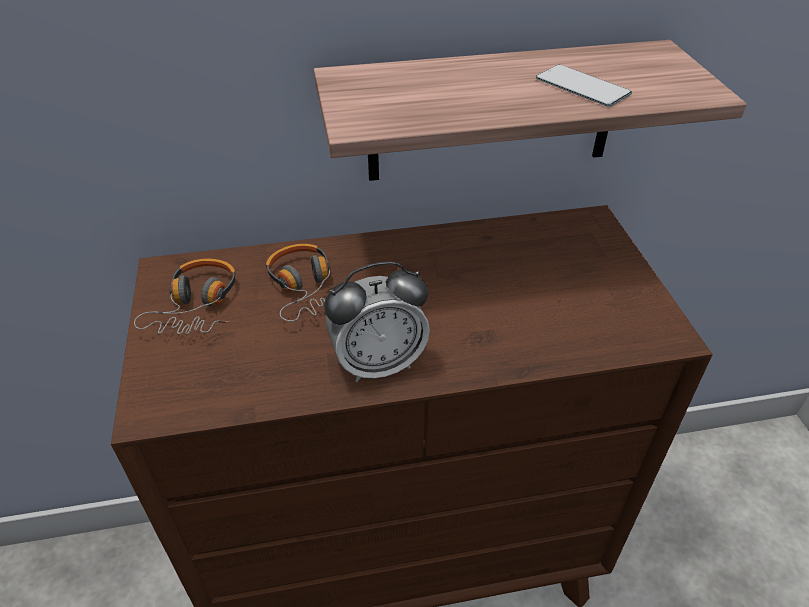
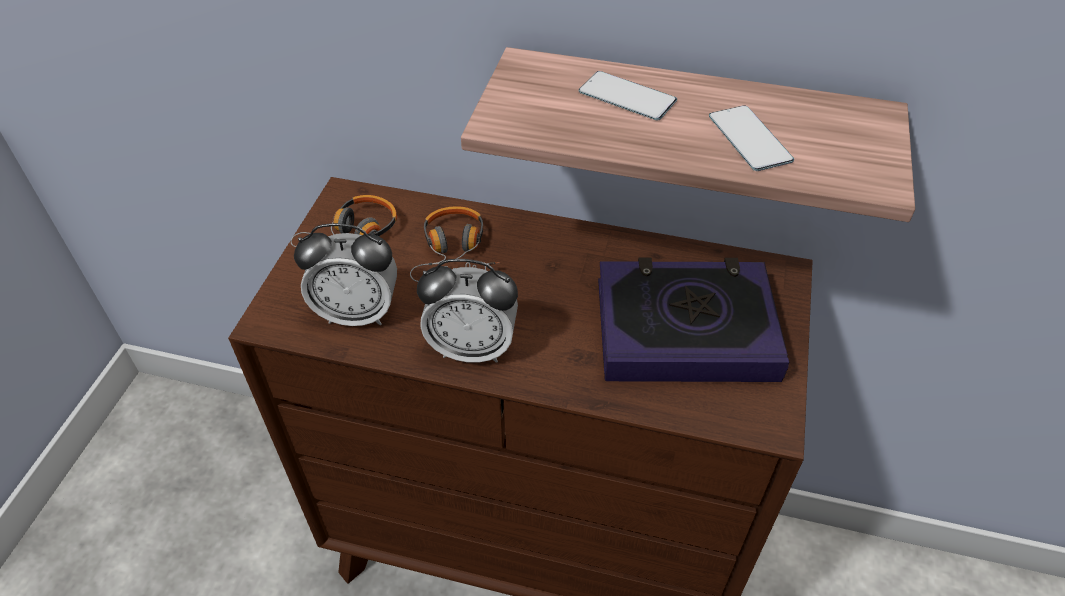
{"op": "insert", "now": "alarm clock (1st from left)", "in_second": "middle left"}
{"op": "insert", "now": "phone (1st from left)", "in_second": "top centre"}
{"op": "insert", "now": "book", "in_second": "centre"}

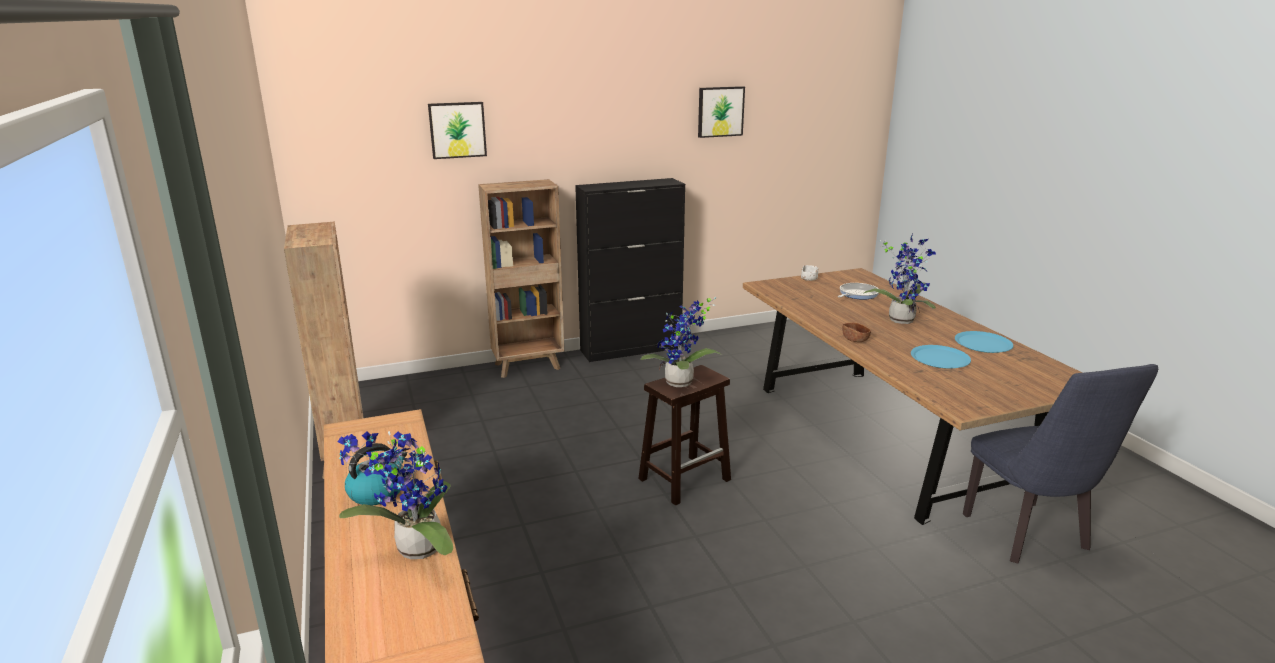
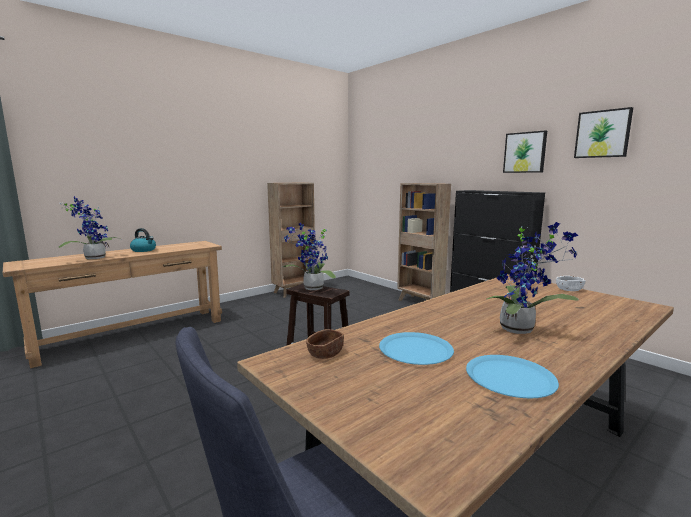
{"op": "move", "was": "wall art (1st from left)", "in_first": "top centre", "in_second": "top right"}
{"op": "delete", "was": "skillet", "in_first": "middle right"}
{"op": "move", "was": "deep dish (brown)", "in_first": "middle right", "in_second": "centre"}

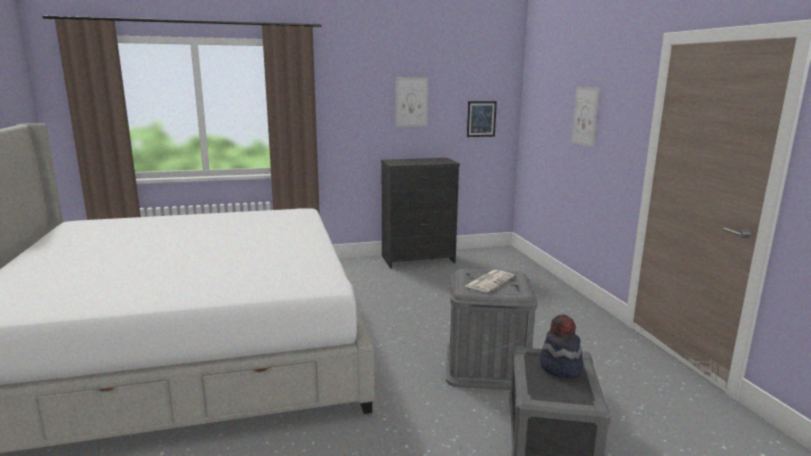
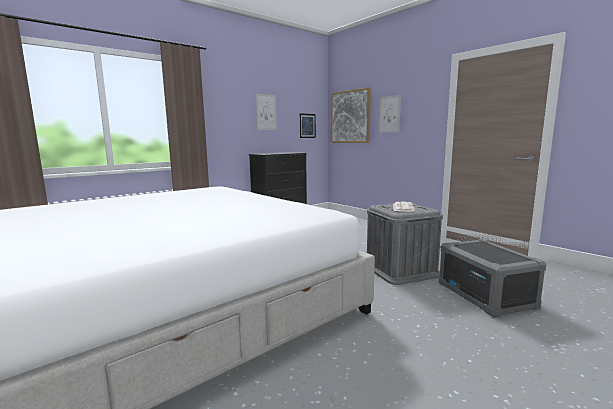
{"op": "delete", "was": "clothing hat", "in_first": "bottom right"}
{"op": "insert", "now": "wall art (3rd from left)", "in_second": "top centre"}

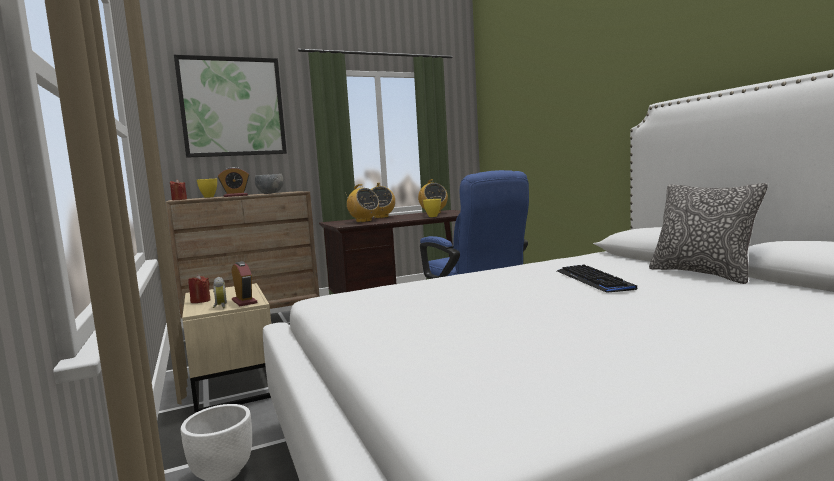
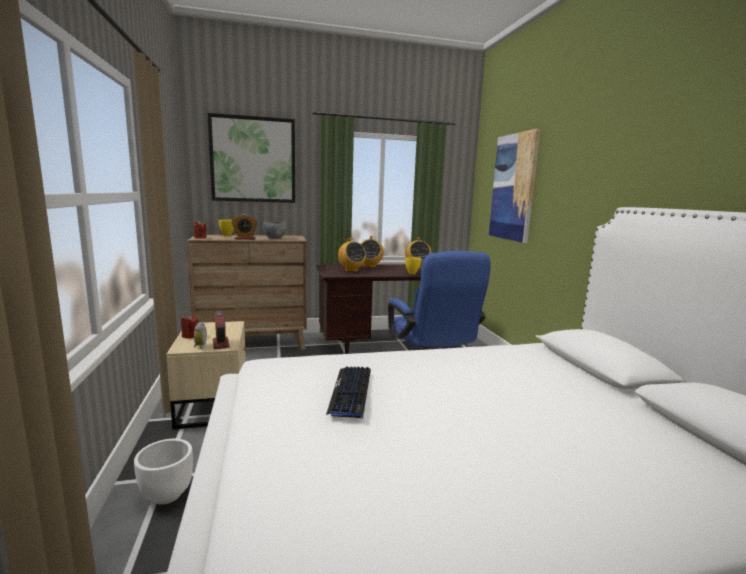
{"op": "move", "was": "PC keyboard", "in_first": "middle right", "in_second": "bottom centre"}
{"op": "delete", "was": "pillow", "in_first": "middle right"}
{"op": "insert", "now": "wall art (2nd from left)", "in_second": "top right"}

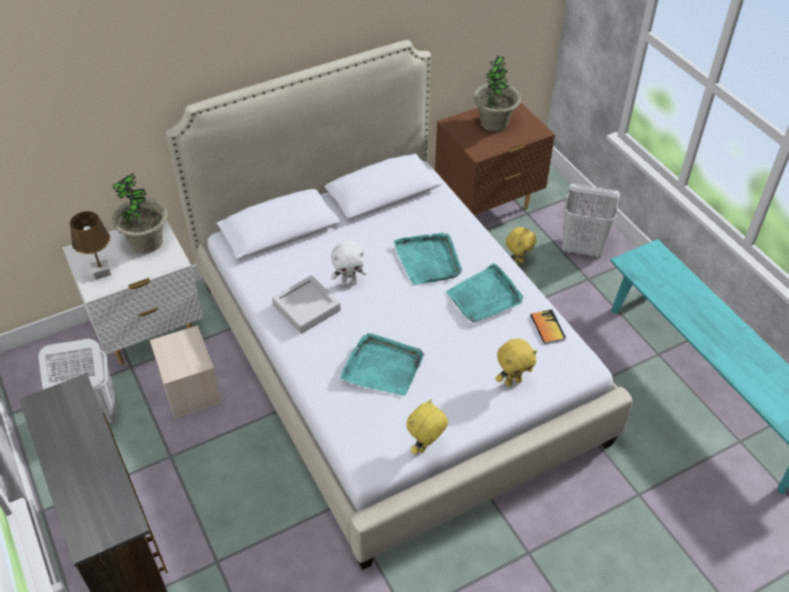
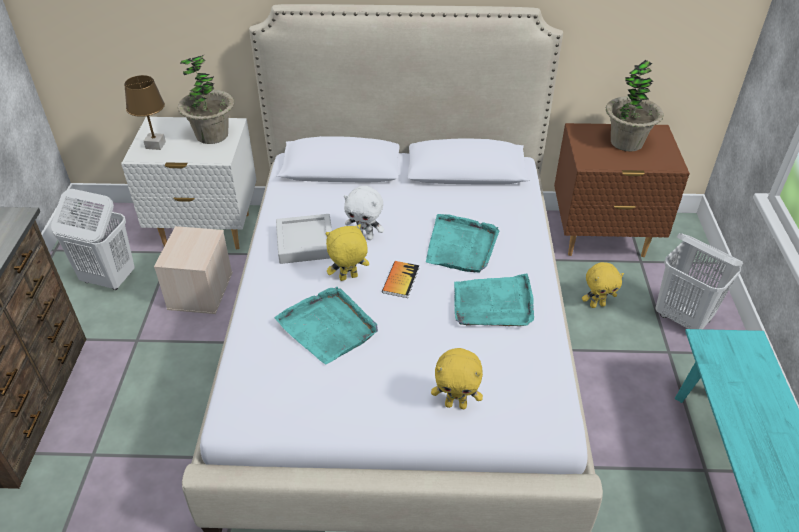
{"op": "move", "was": "plush toy (yellow) (1st from left)", "in_first": "bottom centre", "in_second": "centre"}
{"op": "move", "was": "book", "in_first": "middle right", "in_second": "centre"}

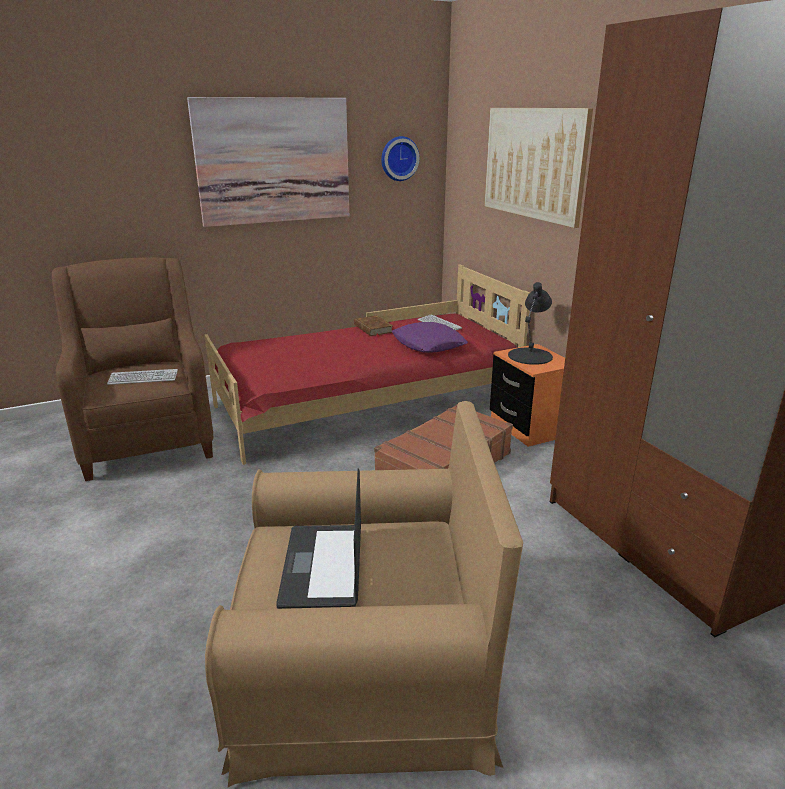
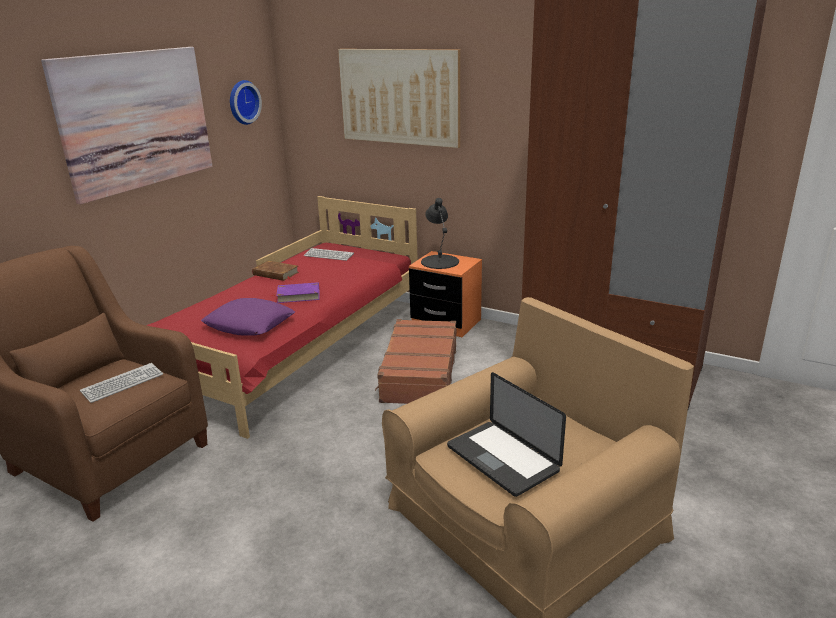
{"op": "move", "was": "pillow (purple)", "in_first": "centre", "in_second": "middle left"}
{"op": "insert", "now": "book (purple)", "in_second": "centre"}

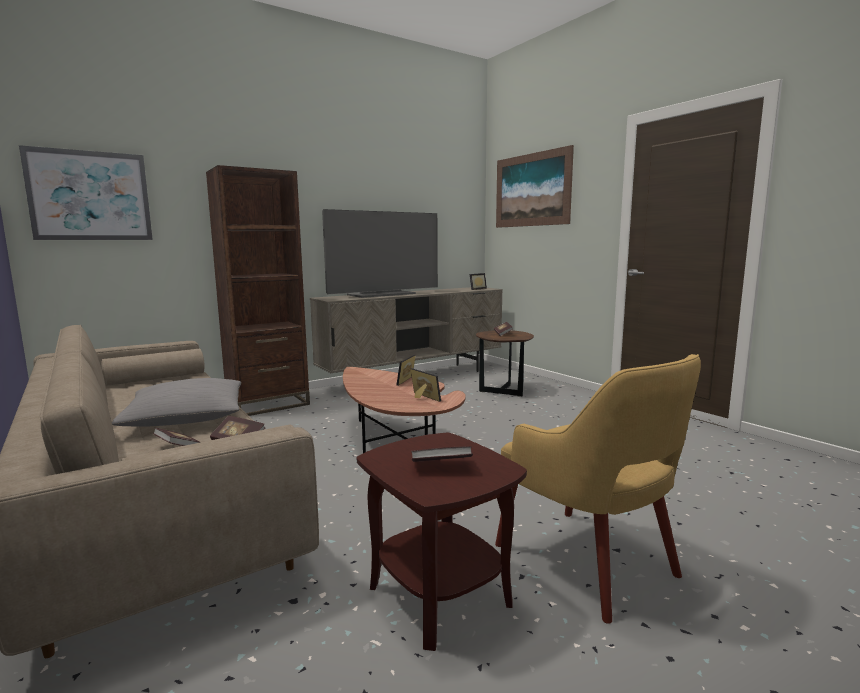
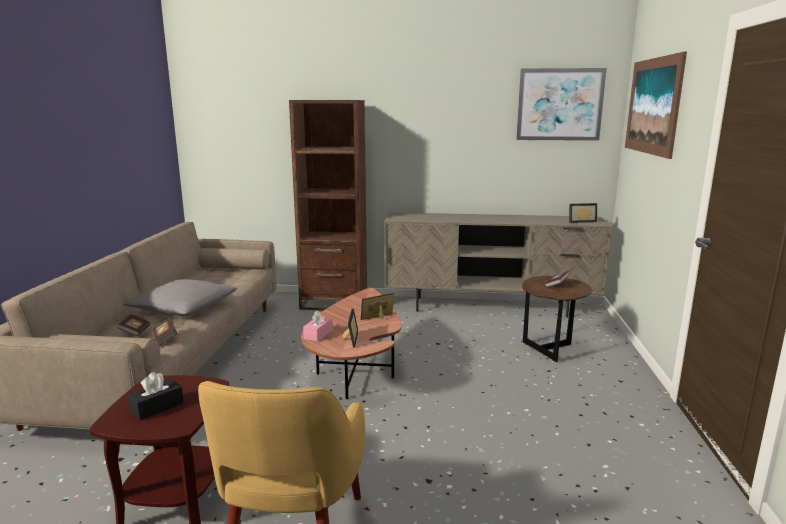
{"op": "move", "was": "wall art (1st from left)", "in_first": "top left", "in_second": "top right"}
{"op": "delete", "was": "TV set", "in_first": "centre"}
{"op": "replace", "was": "book (3rd from left)", "now": "box of tissues (black)", "in_first": "centre", "in_second": "bottom left"}
{"op": "insert", "now": "box of tissues (pinkish)", "in_second": "centre"}

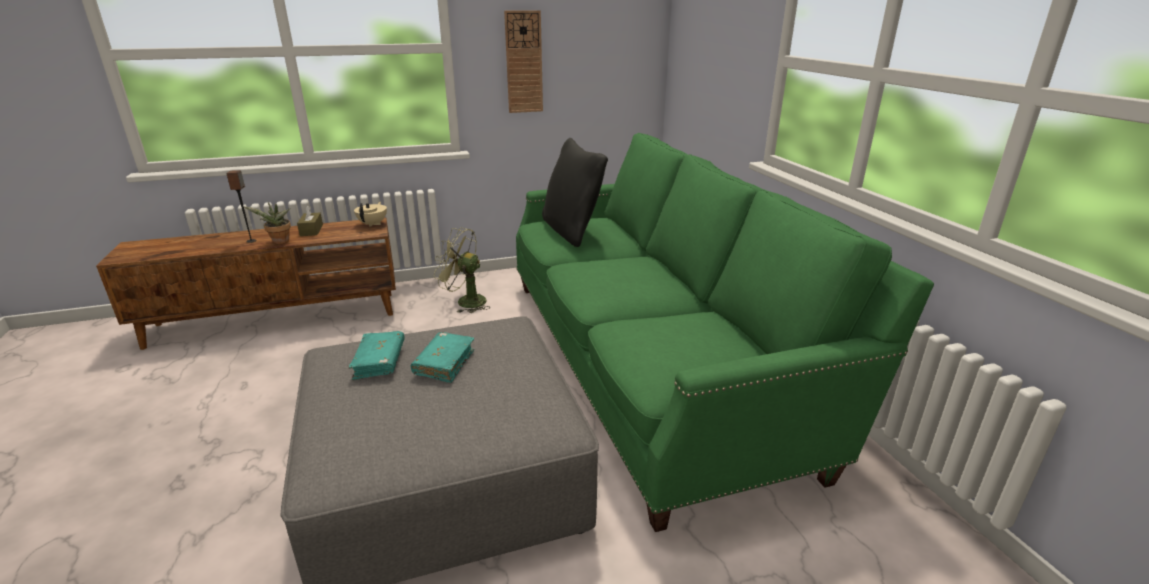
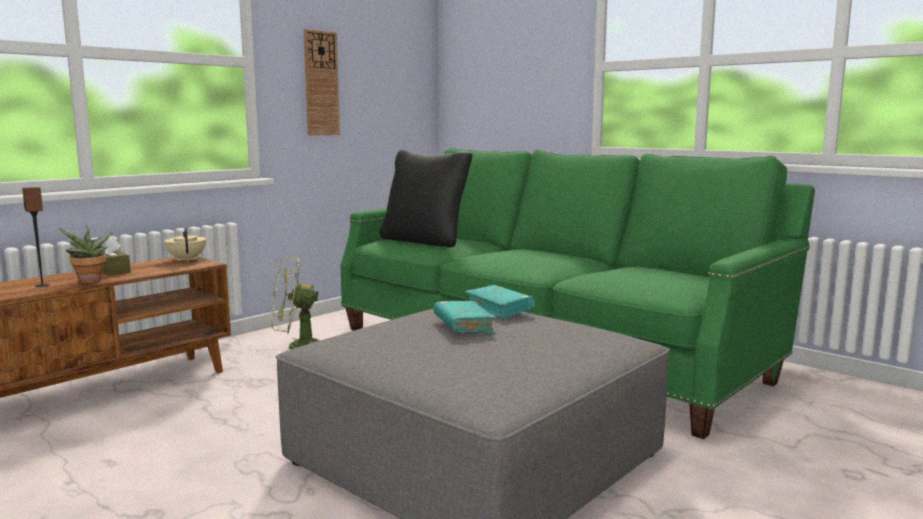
{"op": "move", "was": "book (turquoise-coloured) (1st from left in the first image)", "now": "book (turquoise-coloured) (2nd from left)", "in_first": "middle left", "in_second": "centre"}

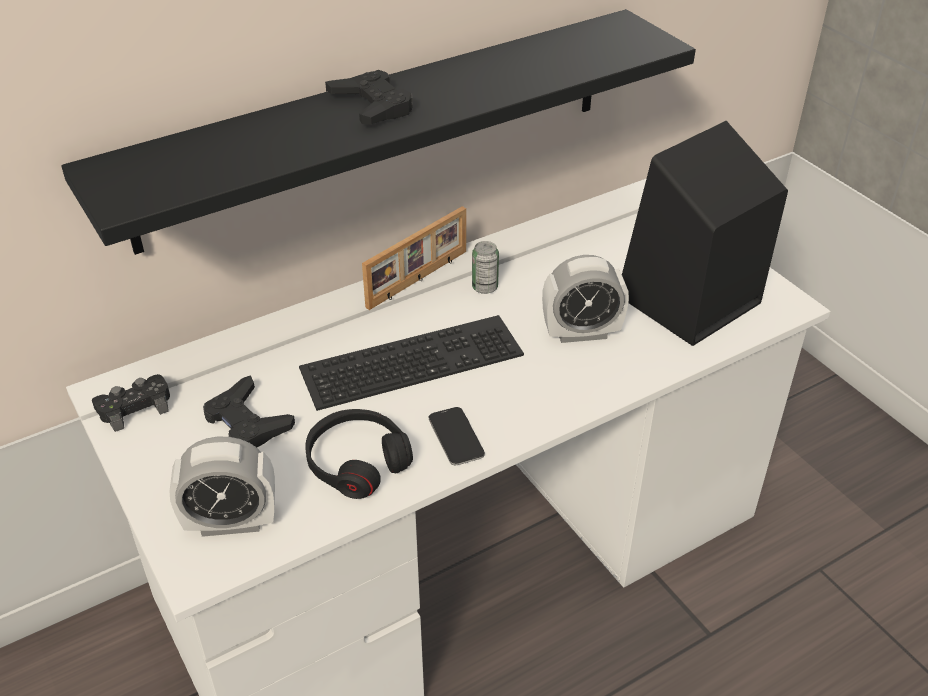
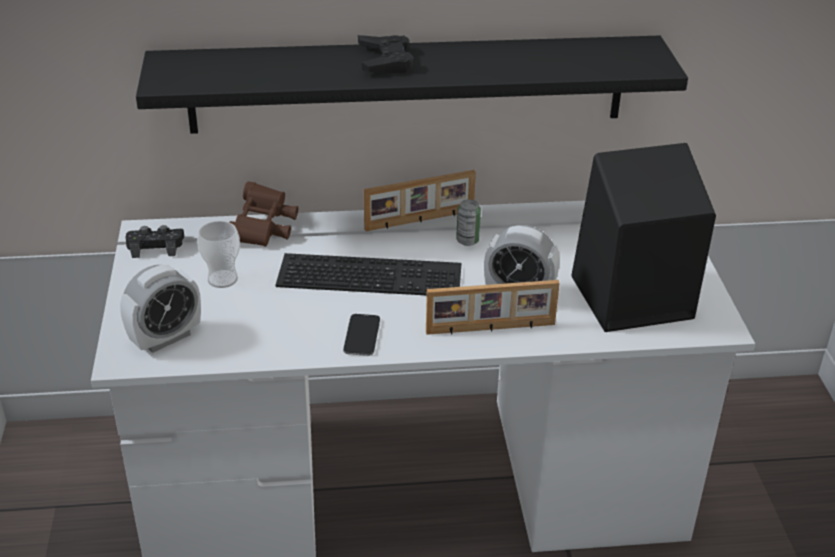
{"op": "rotate", "was": "alarm clock (1st from left)", "in_first": "bottom left", "in_second": "middle left", "clockwise": -60}
{"op": "replace", "was": "gamepad (black) (2nd from left)", "now": "cup", "in_first": "middle left", "in_second": "middle left"}
{"op": "delete", "was": "pair of headphones (black)", "in_first": "centre"}
{"op": "insert", "now": "pair of binoculars (brown)", "in_second": "middle left"}
{"op": "insert", "now": "standing frame (2nd from left)", "in_second": "centre"}

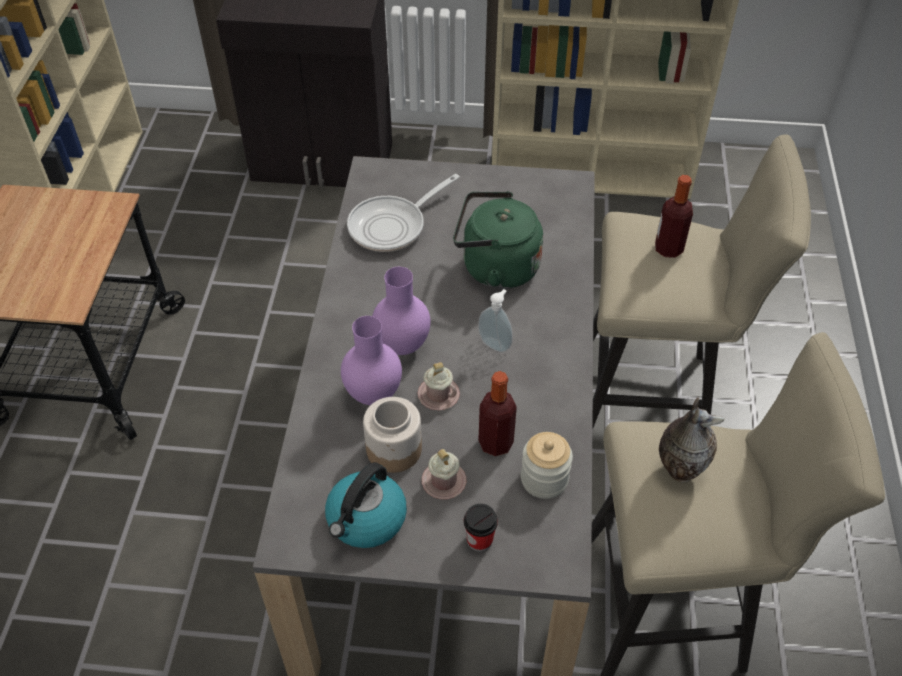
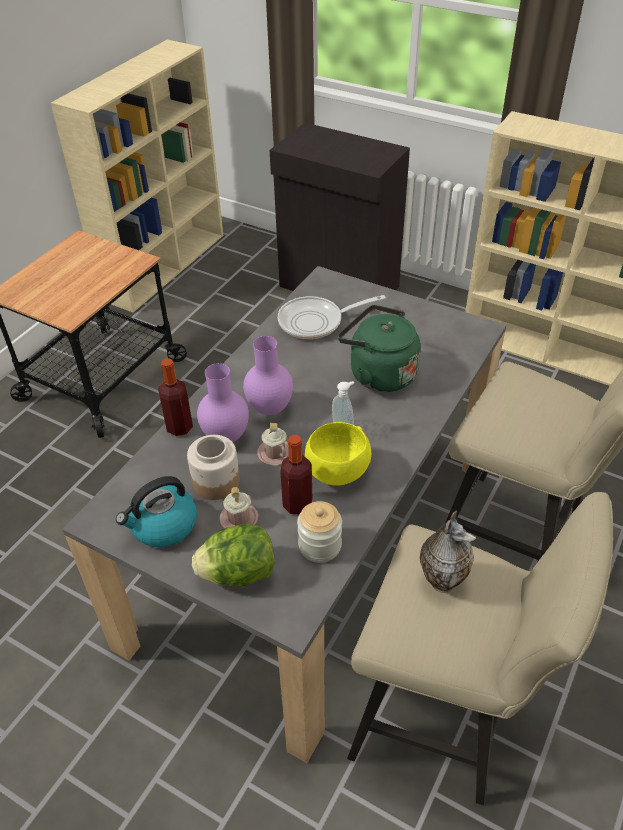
{"op": "replace", "was": "cup", "now": "lettuce head", "in_first": "bottom centre", "in_second": "bottom centre"}
{"op": "move", "was": "beverage bottle (2nd from left in the first image)", "now": "beverage bottle (1st from left)", "in_first": "top right", "in_second": "middle left"}
{"op": "insert", "now": "deep dish (yellow)", "in_second": "centre"}

